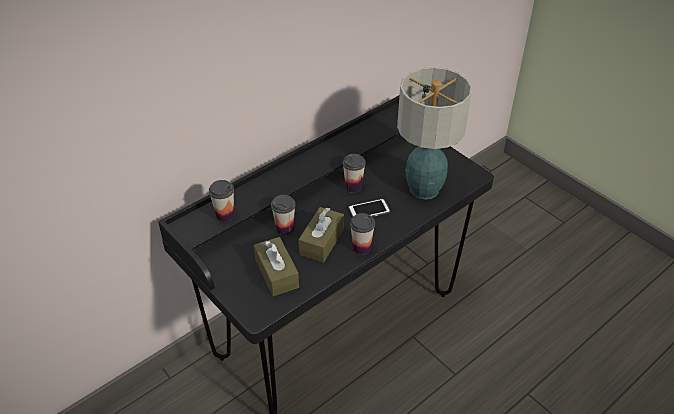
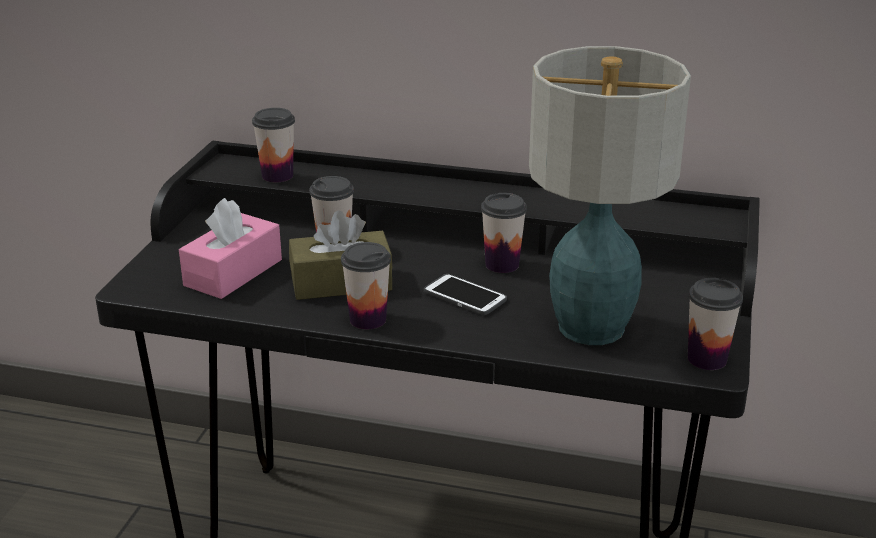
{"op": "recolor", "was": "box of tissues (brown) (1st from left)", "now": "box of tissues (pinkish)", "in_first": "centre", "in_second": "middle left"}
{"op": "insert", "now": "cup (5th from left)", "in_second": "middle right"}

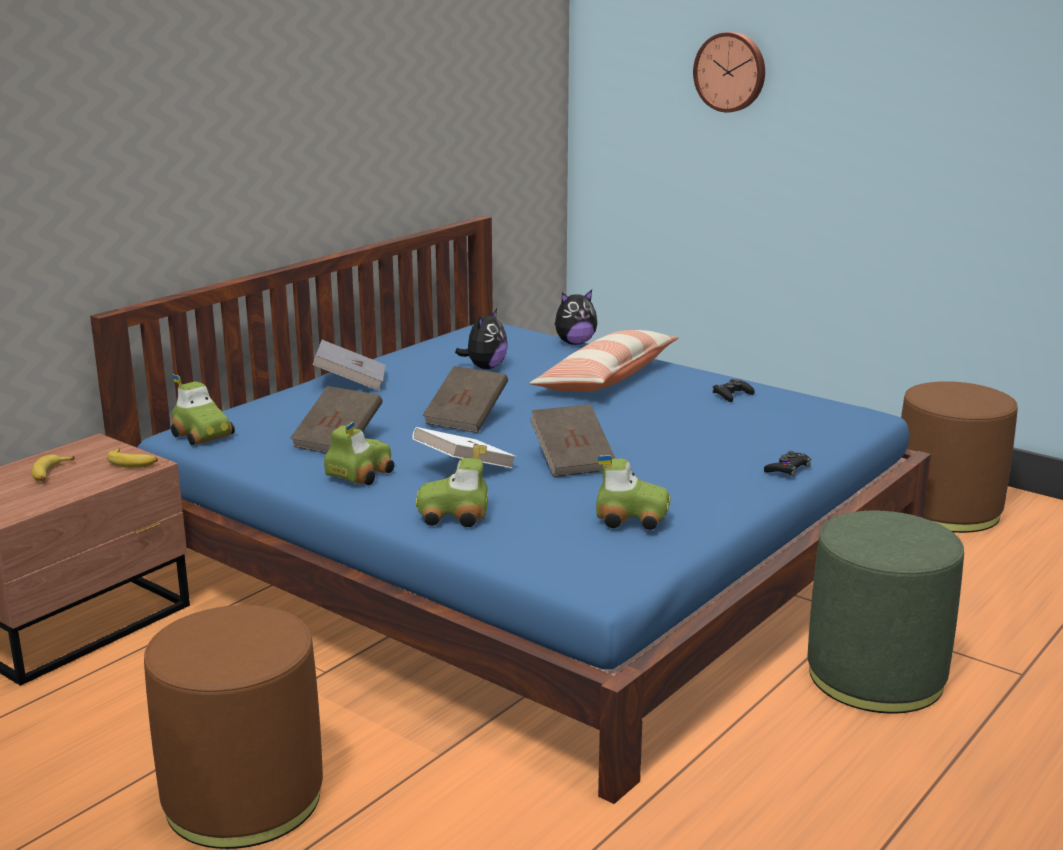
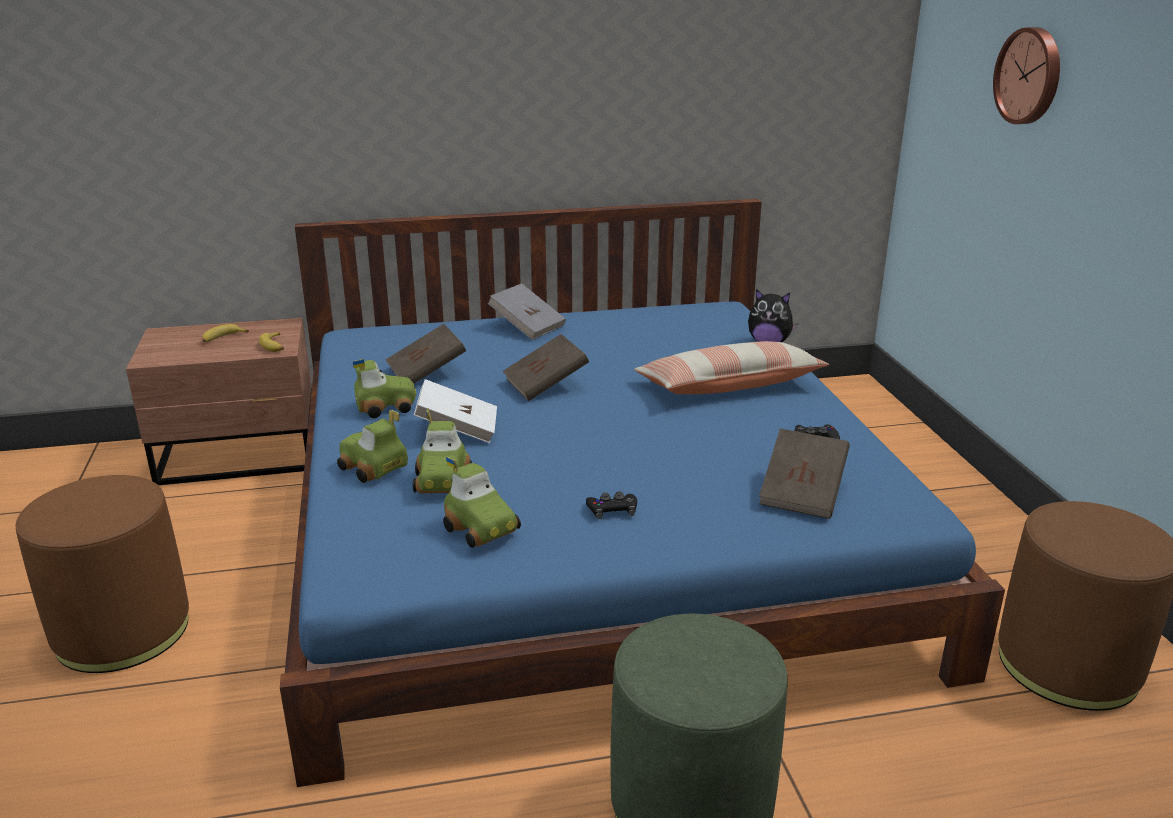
{"op": "move", "was": "model car (1st from left in the first image)", "now": "model car (3rd from left)", "in_first": "middle left", "in_second": "centre"}
{"op": "delete", "was": "plush toy (1st from left)", "in_first": "centre"}
{"op": "move", "was": "book (brown) (3rd from left)", "in_first": "centre", "in_second": "middle right"}
{"op": "move", "was": "gamepad (black) (2nd from left in the first image)", "now": "gamepad (black) (1st from left)", "in_first": "middle right", "in_second": "centre"}

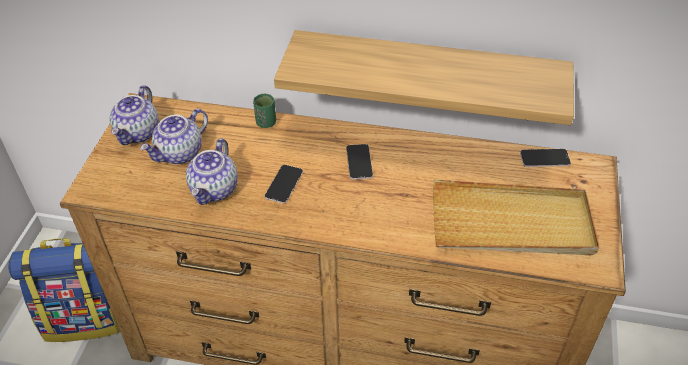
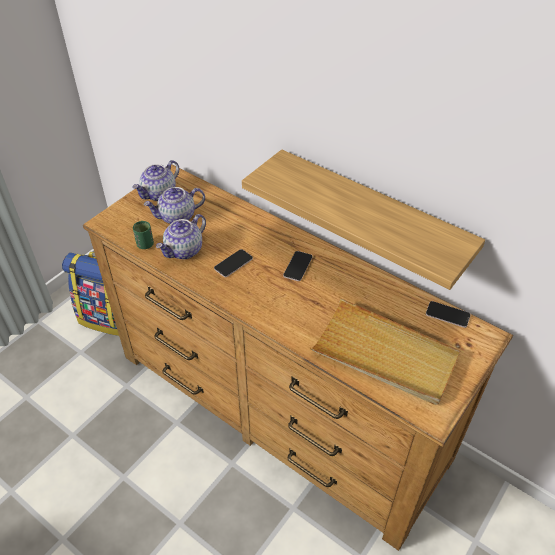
{"op": "move", "was": "cup (green)", "in_first": "top centre", "in_second": "middle left"}

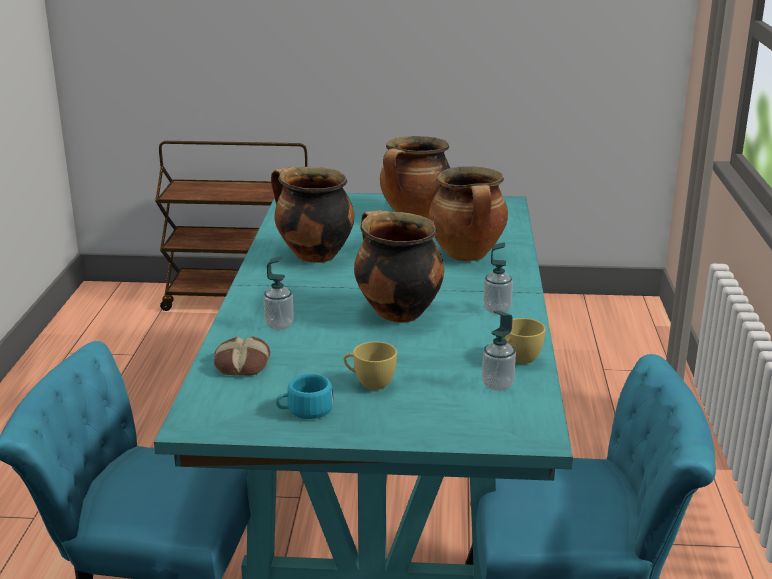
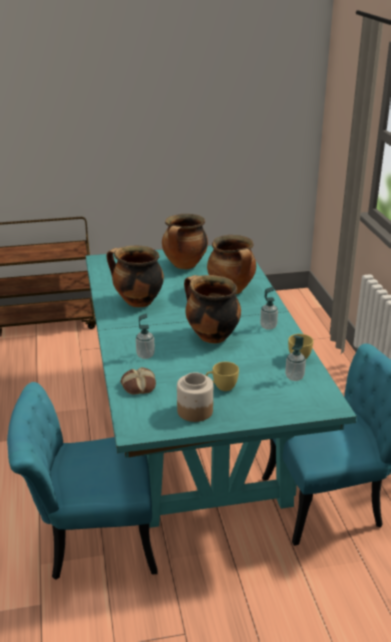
{"op": "replace", "was": "cup (turquoise-coloured)", "now": "preserve jar", "in_first": "bottom centre", "in_second": "centre"}

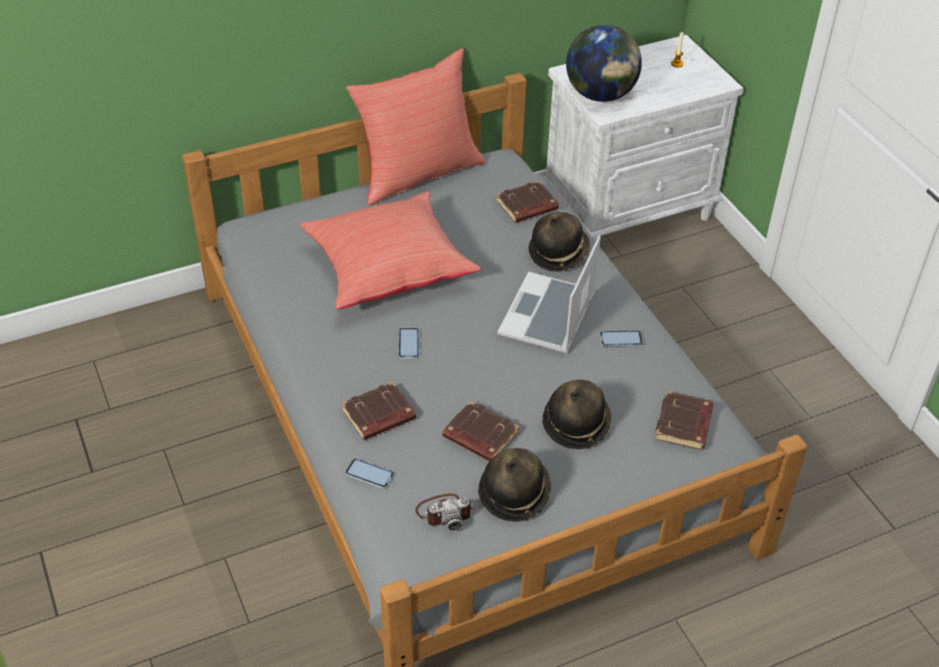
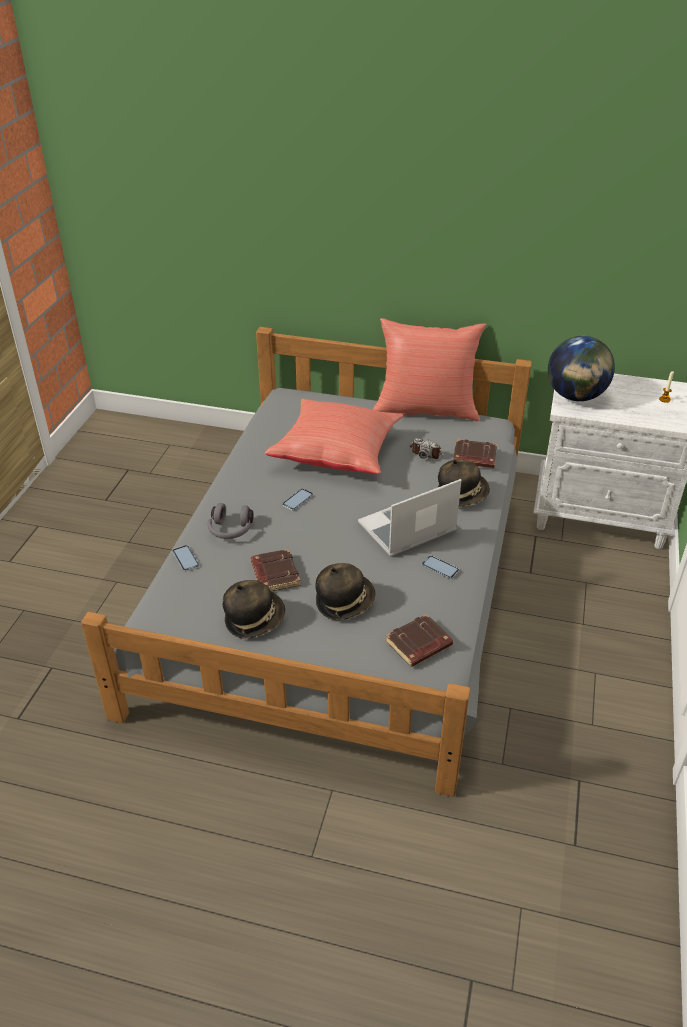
{"op": "replace", "was": "book (brown) (1st from left)", "now": "pair of headphones (gray)", "in_first": "centre", "in_second": "centre"}
{"op": "move", "was": "still camera", "in_first": "bottom centre", "in_second": "centre"}

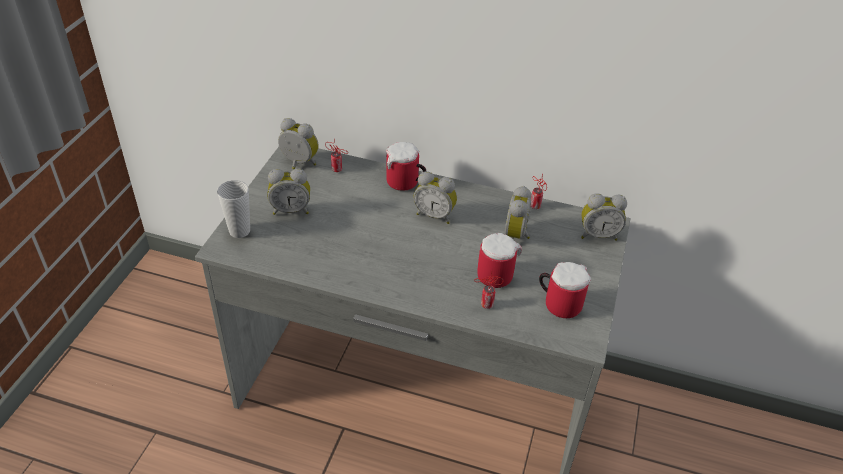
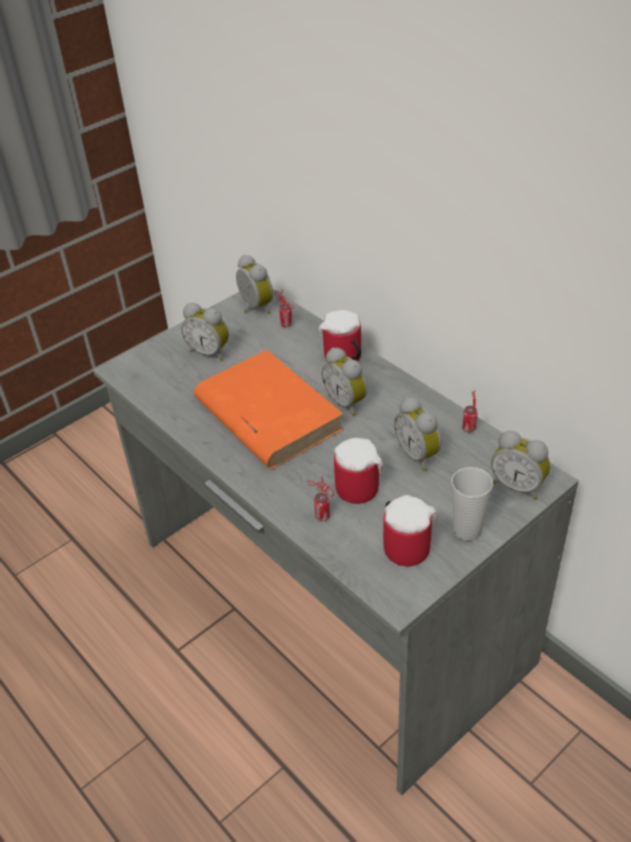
{"op": "move", "was": "cup", "in_first": "middle left", "in_second": "middle right"}
{"op": "rotate", "was": "alarm clock (4th from left)", "in_first": "centre", "in_second": "centre", "clockwise": -75}
{"op": "insert", "now": "book (orange)", "in_second": "centre"}

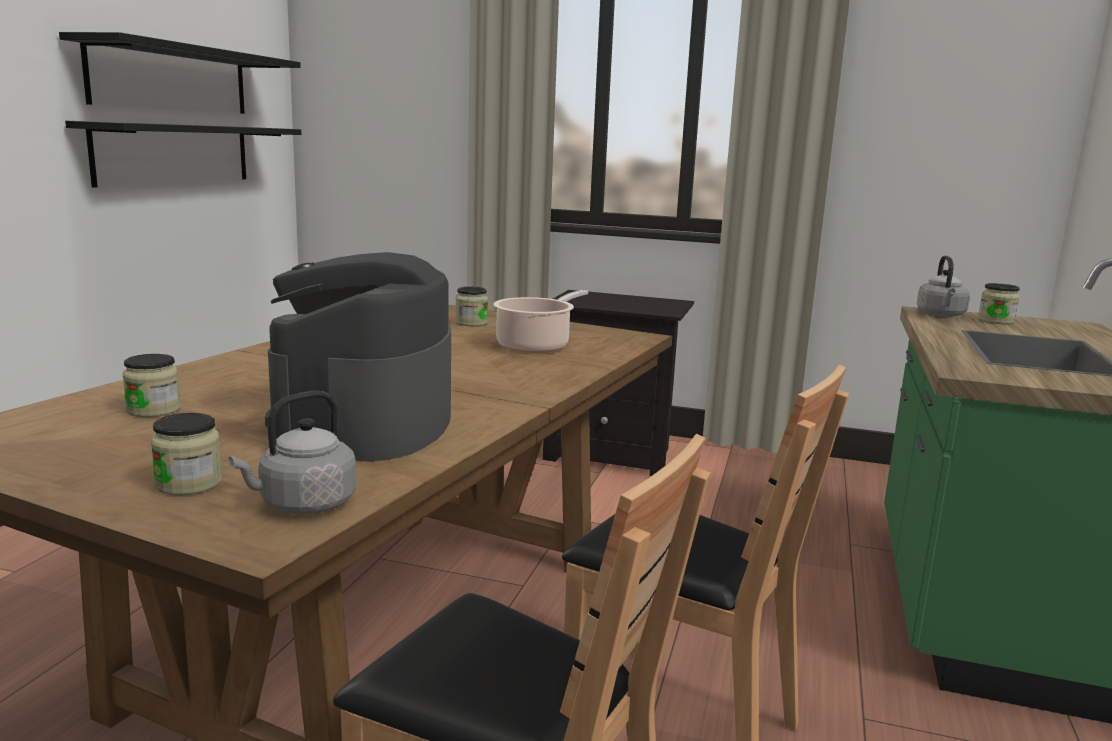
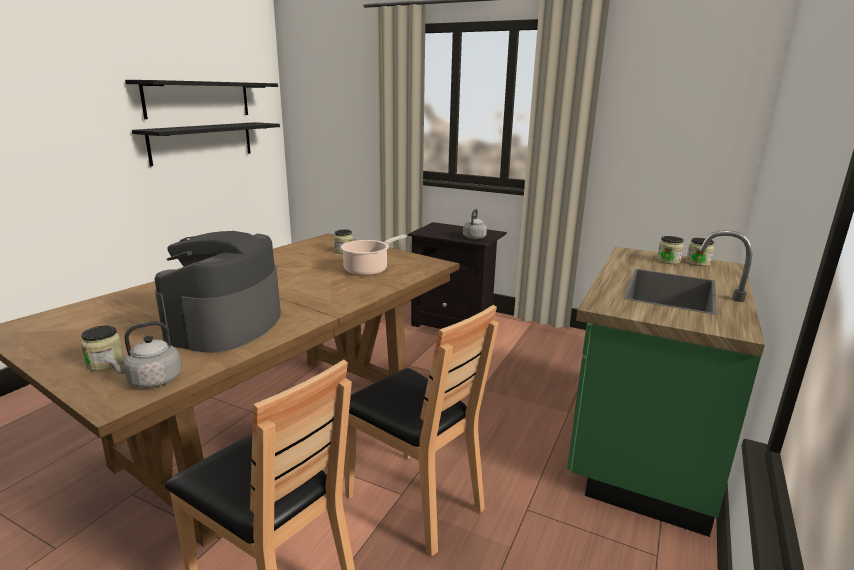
{"op": "move", "was": "preserve jar (1st from left in the first image)", "now": "preserve jar (4th from left)", "in_first": "middle left", "in_second": "middle right"}
{"op": "move", "was": "water kettle (gray) (2nd from left)", "in_first": "middle right", "in_second": "centre"}

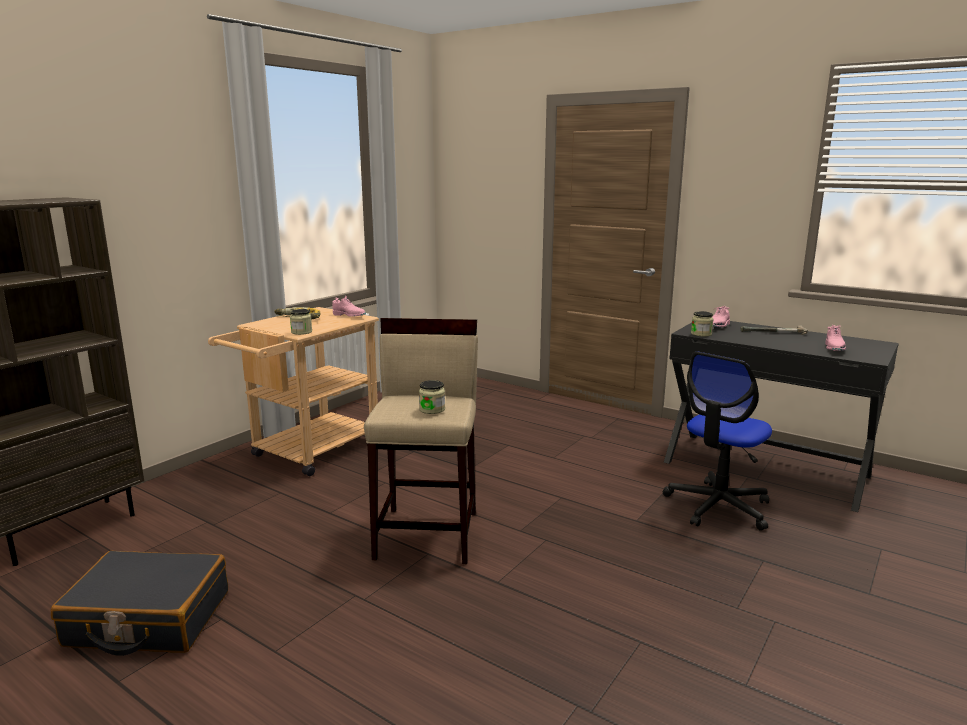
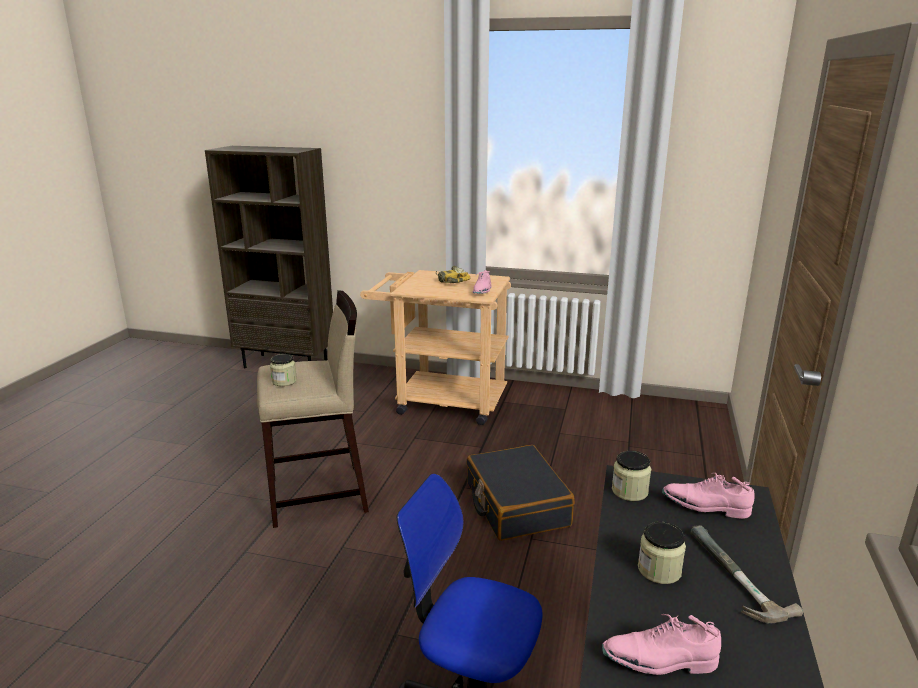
{"op": "move", "was": "suitcase (black)", "in_first": "bottom left", "in_second": "bottom centre"}
{"op": "move", "was": "preserve jar (1st from left in the first image)", "now": "preserve jar (3rd from left)", "in_first": "middle left", "in_second": "bottom right"}

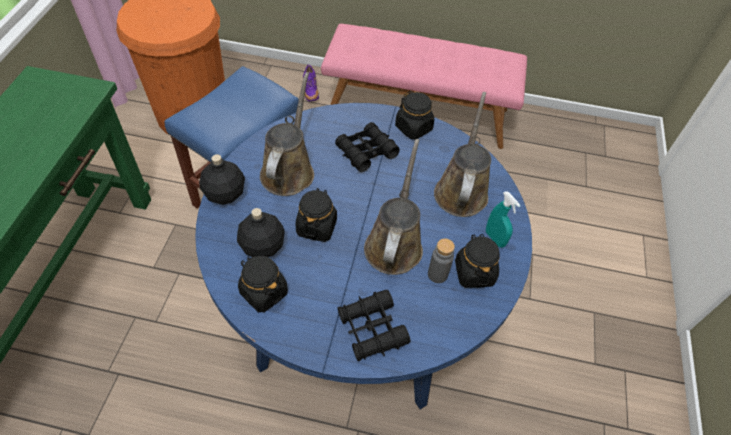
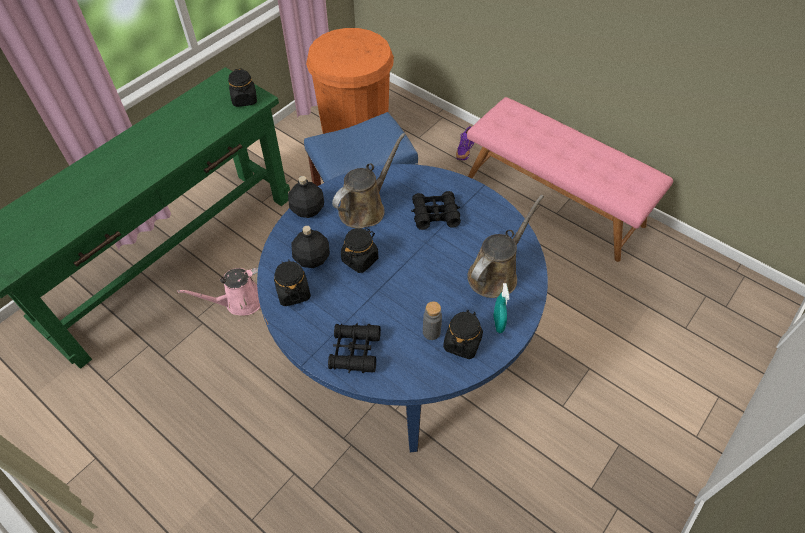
{"op": "delete", "was": "sprinkling can (brown) (2nd from left)", "in_first": "centre"}
{"op": "move", "was": "preserve jar (black) (3rd from left in the first image)", "now": "preserve jar (black) (1st from left)", "in_first": "top centre", "in_second": "top left"}
{"op": "insert", "now": "sprinkling can (pinkish)", "in_second": "middle left"}

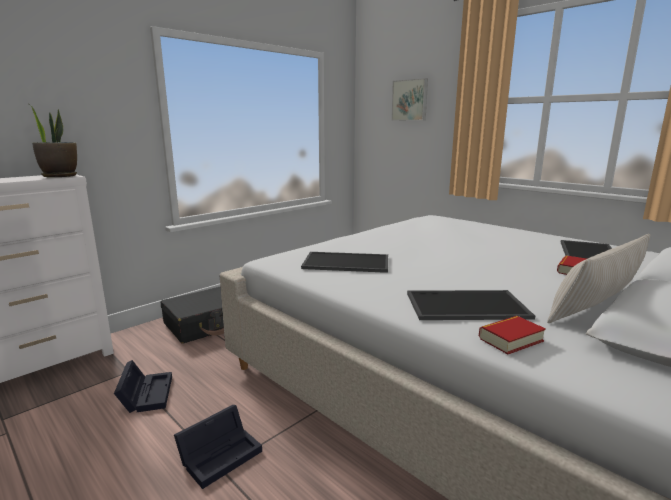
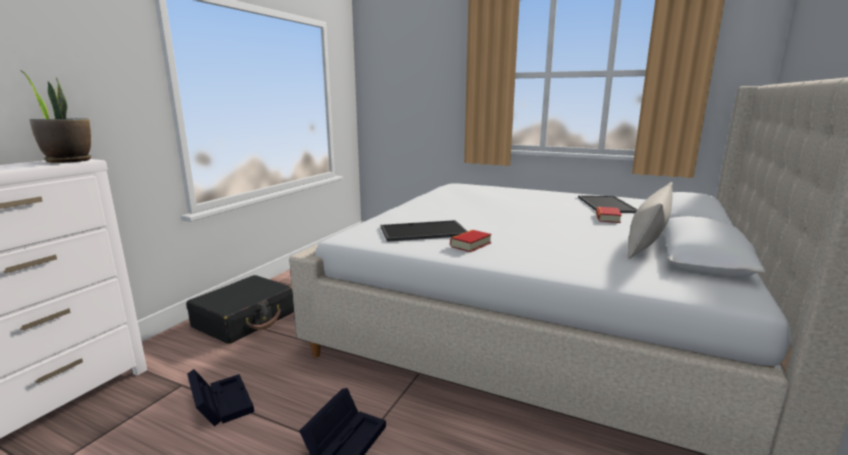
{"op": "delete", "was": "wall art", "in_first": "top centre"}
{"op": "delete", "was": "serving tray (2nd from left)", "in_first": "middle right"}
{"op": "move", "was": "book (1st from left)", "in_first": "bottom right", "in_second": "centre"}

